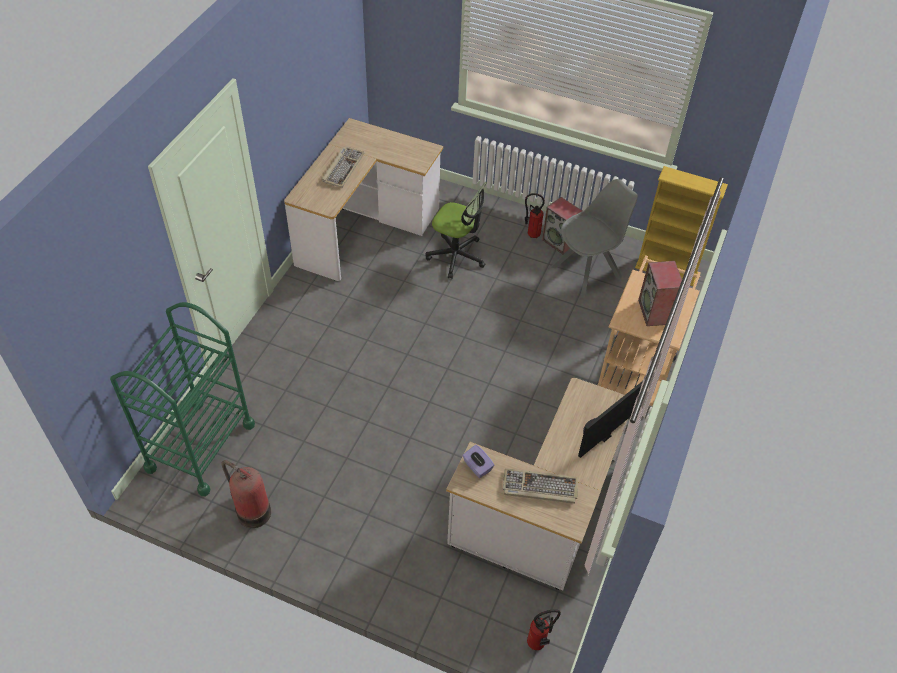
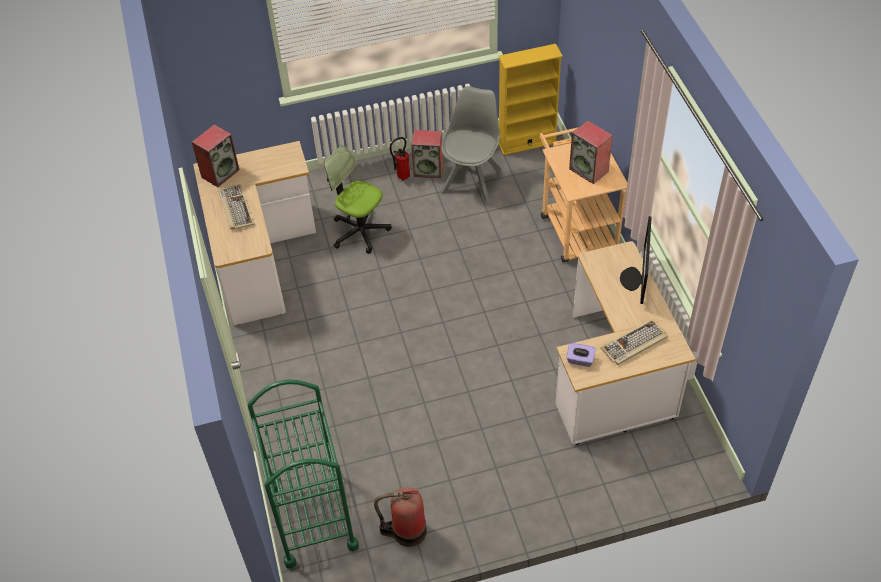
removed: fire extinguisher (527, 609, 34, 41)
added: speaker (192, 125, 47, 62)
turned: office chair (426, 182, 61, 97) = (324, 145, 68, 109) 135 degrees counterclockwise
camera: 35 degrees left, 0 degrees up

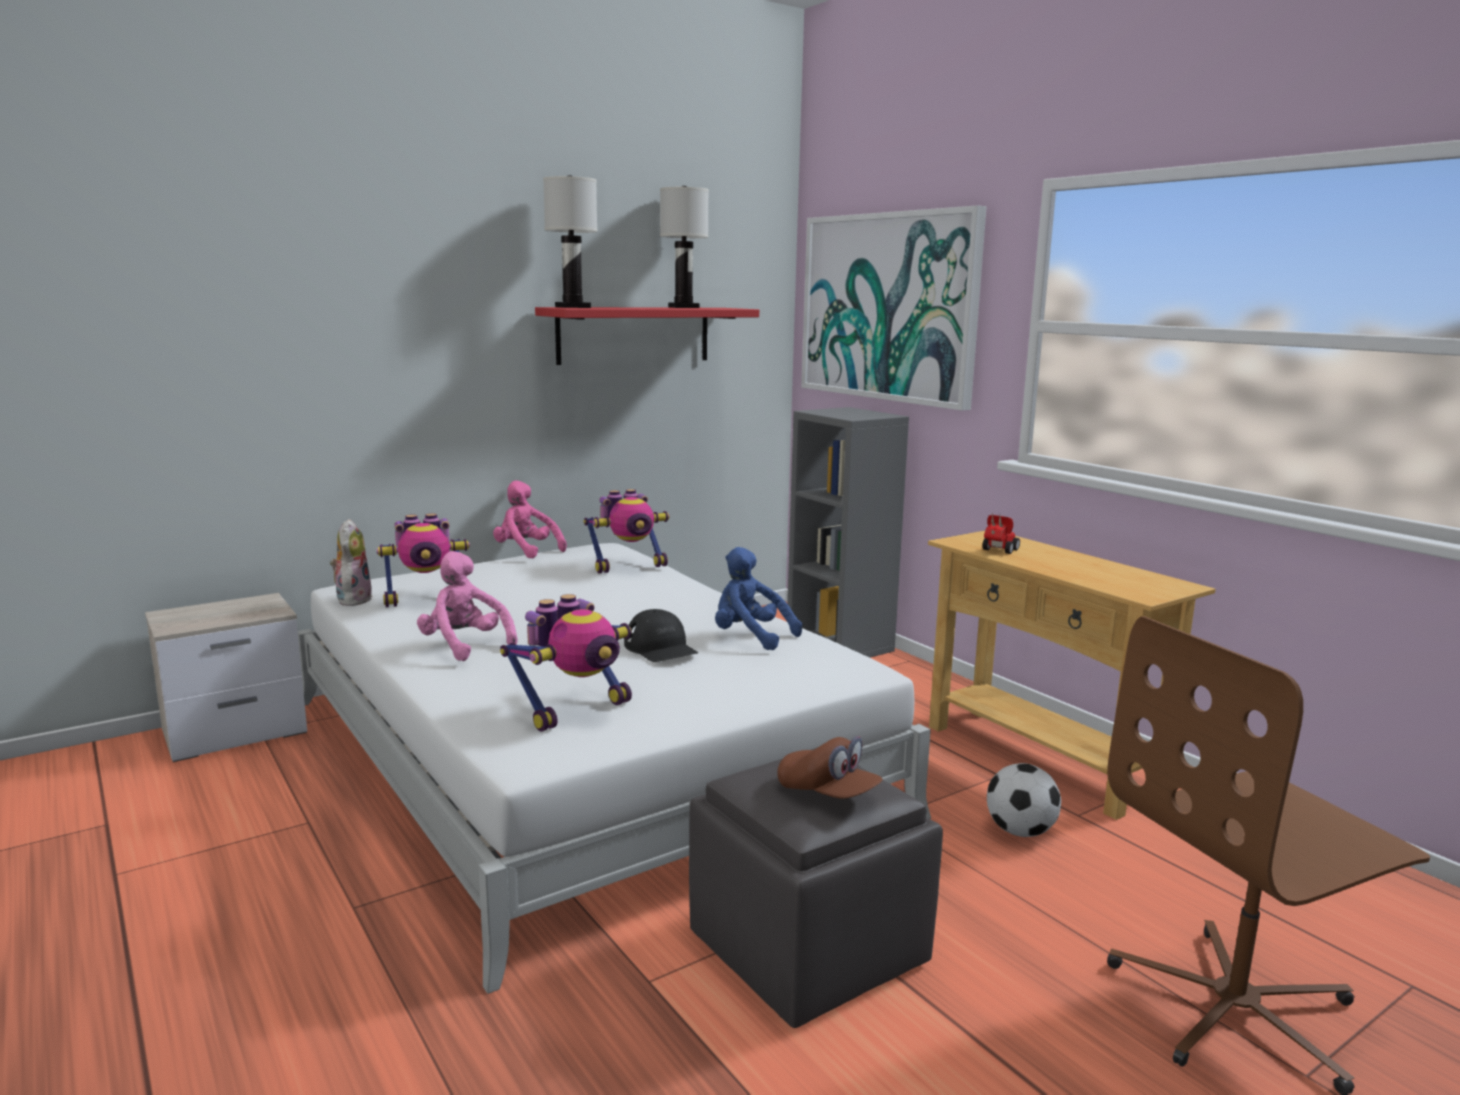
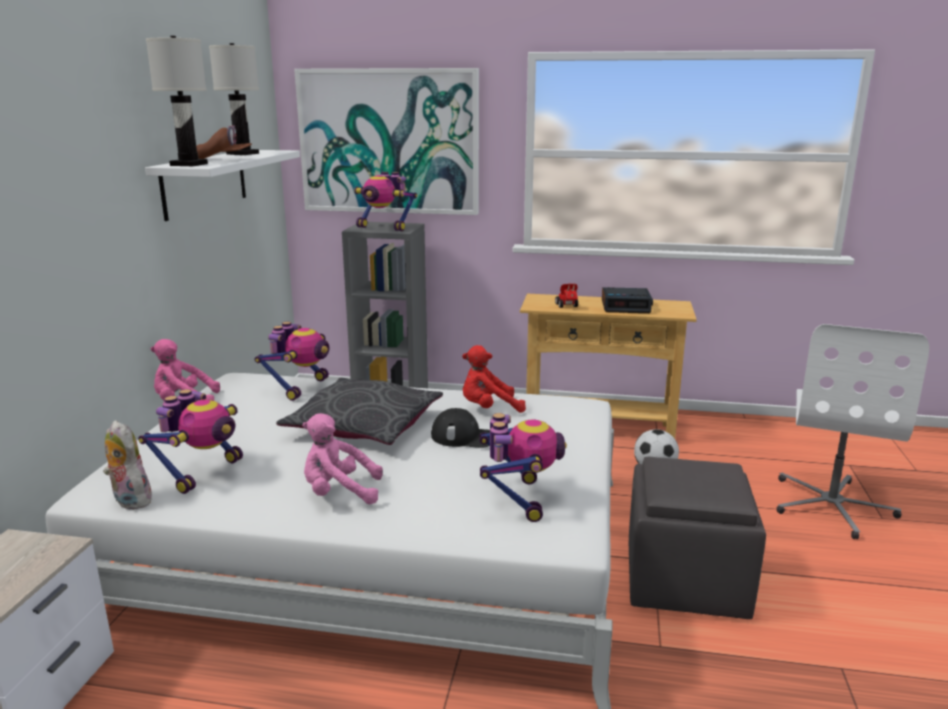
added: grey pillow (276, 378, 167, 67); toy robot (354, 172, 63, 59); alarm clock (602, 287, 51, 26)
moved: brown cap (777, 736, 106, 63) to (196, 125, 56, 34)
recoloured: red shelf (535, 307, 224, 58) to white shelf (145, 150, 155, 71); blue plush toy (715, 547, 87, 103) to red plush toy (462, 345, 64, 68); brown office chair (1107, 616, 323, 479) to white office chair (776, 324, 153, 215)
camera: 45 degrees left, 5 degrees up

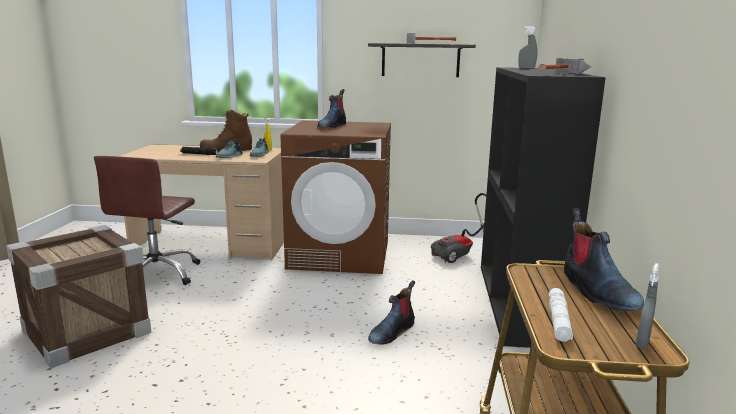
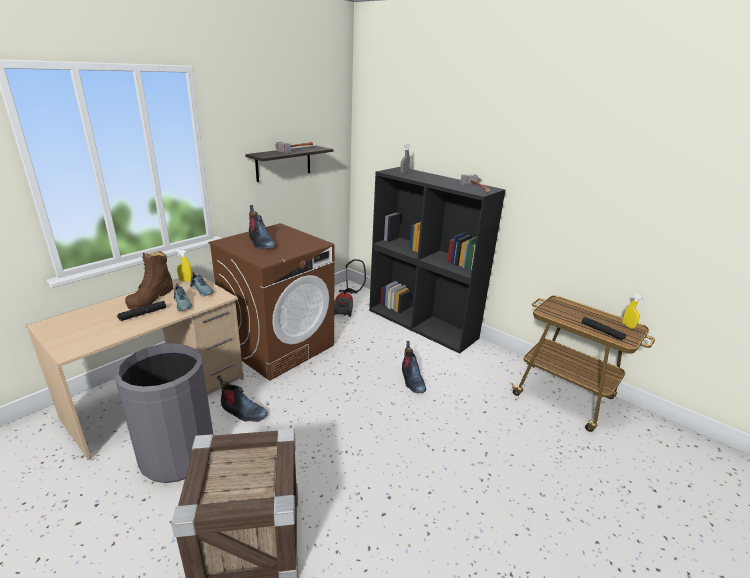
moved: boot (564, 208, 80, 104) to (217, 375, 51, 47)
replaced: brown office chair (94, 156, 106, 129) to grey trash can (115, 343, 98, 140)
recoloured: white flashlight (549, 288, 24, 54) to black flashlight (582, 317, 45, 24); grey spray bottle (636, 263, 24, 86) to yellow spray bottle (622, 294, 23, 35)
camera: 55 degrees left, 10 degrees up

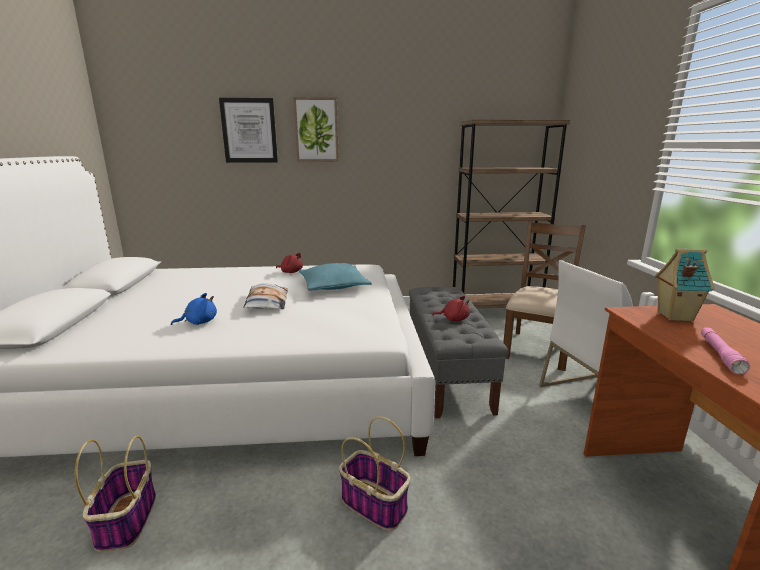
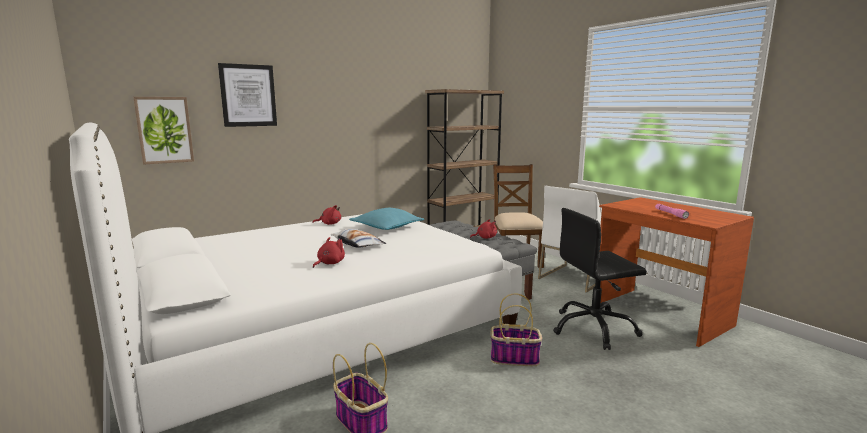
removed: toy house (655, 248, 60, 74)
added: black office chair (553, 208, 94, 142)
moved: picture (293, 97, 46, 64) to (133, 97, 61, 68)
recoloured: blue plush toy (171, 293, 46, 32) to red plush toy (313, 237, 32, 31)
camera: 30 degrees left, 5 degrees down

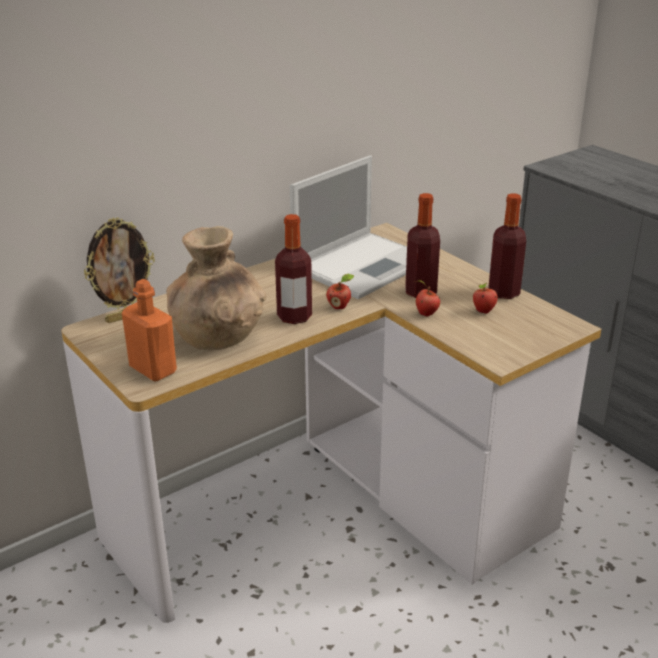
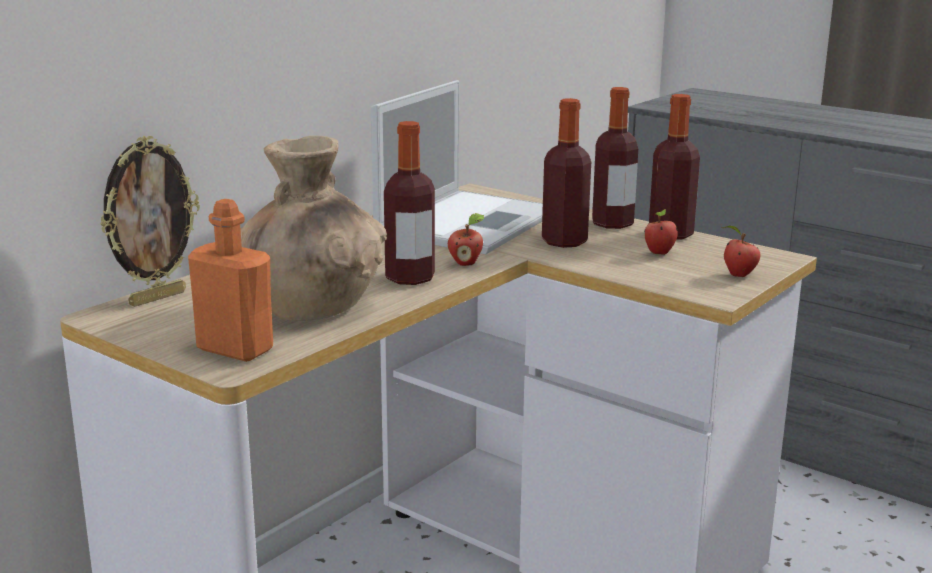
added: bottle (592, 87, 46, 142)
moved: apple (414, 281, 26, 36) to (722, 226, 39, 51)
camera: 15 degrees left, 10 degrees down

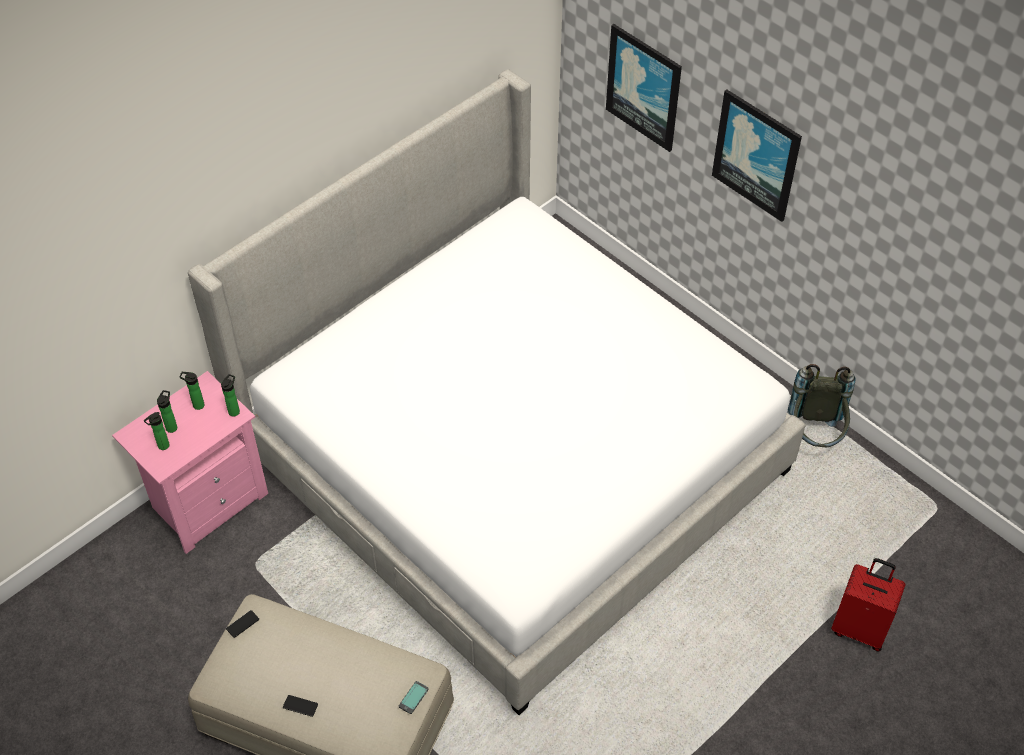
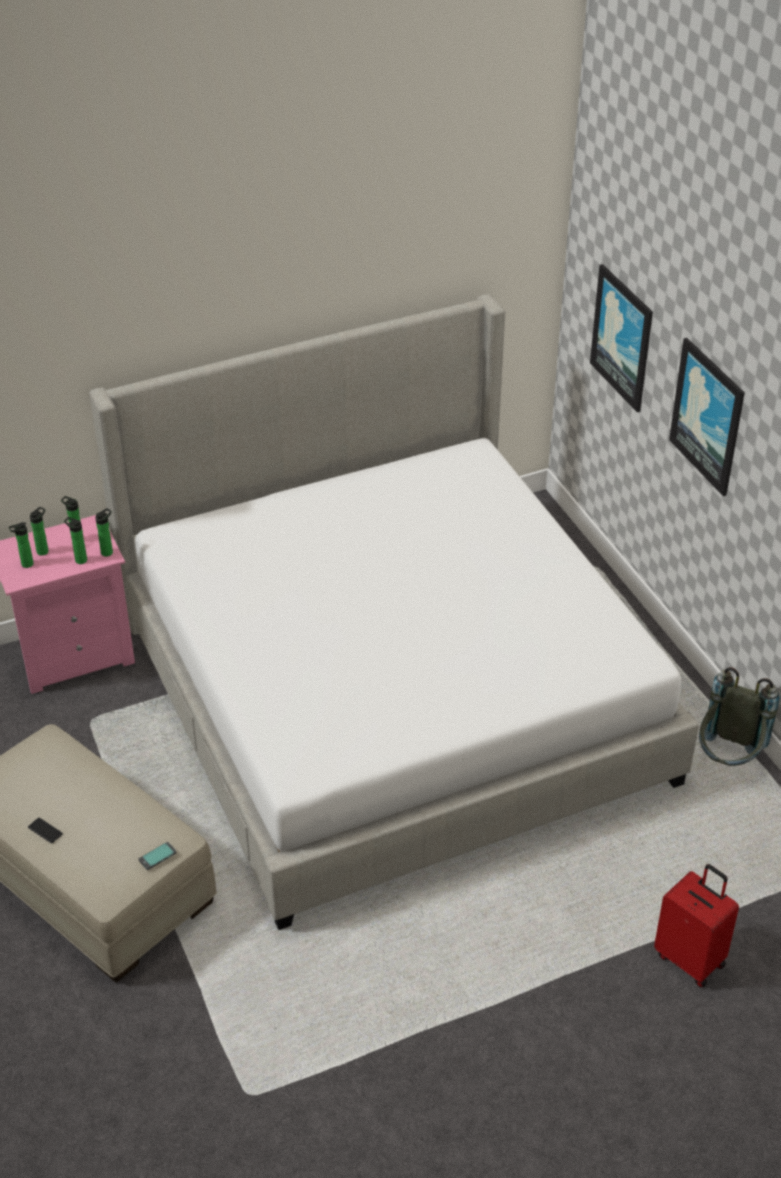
removed: phone (226, 610, 33, 28)
added: bottle (64, 517, 23, 47)
camera: 20 degrees right, 10 degrees down

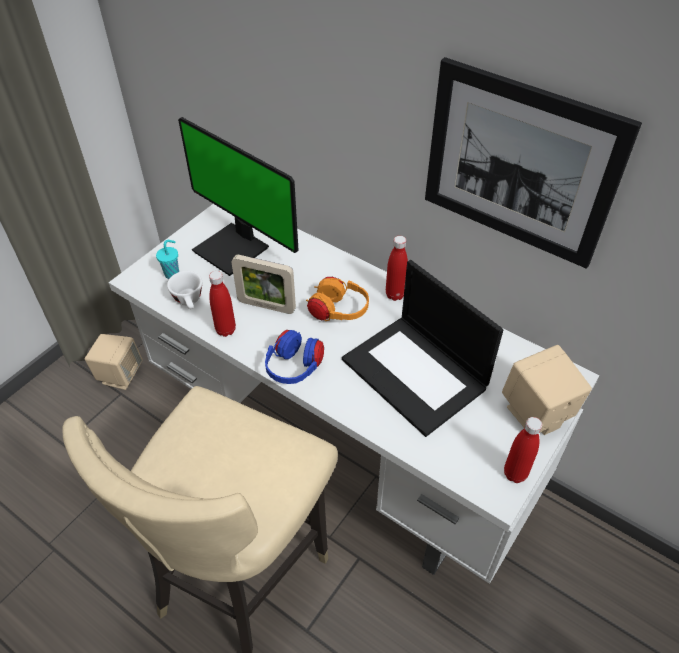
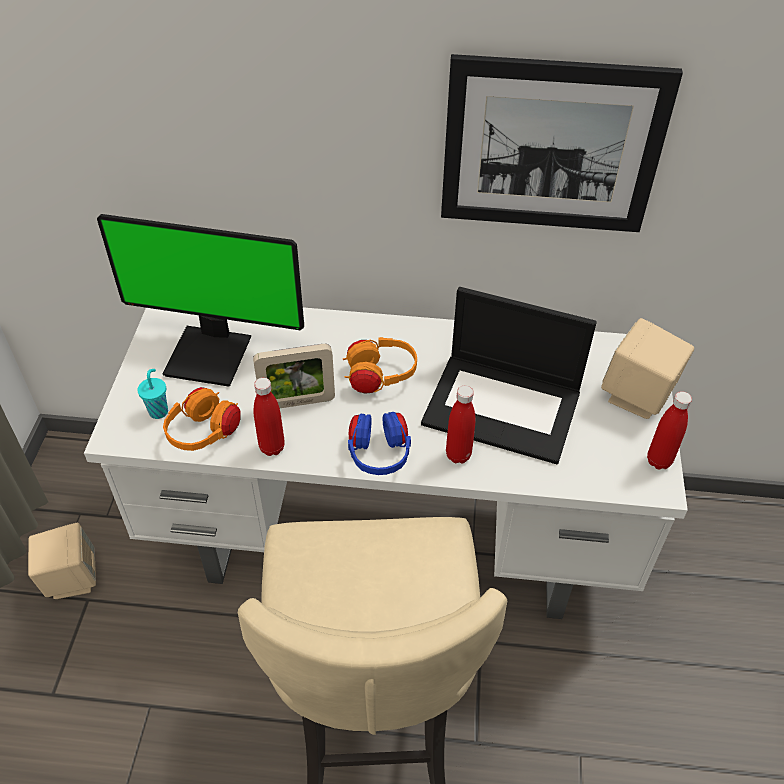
moved: red bottle (386, 236, 22, 65) to (446, 386, 30, 78)
replaced: white cup (167, 271, 35, 38) to orange headphones (163, 387, 78, 64)
camera: 30 degrees left, 0 degrees up

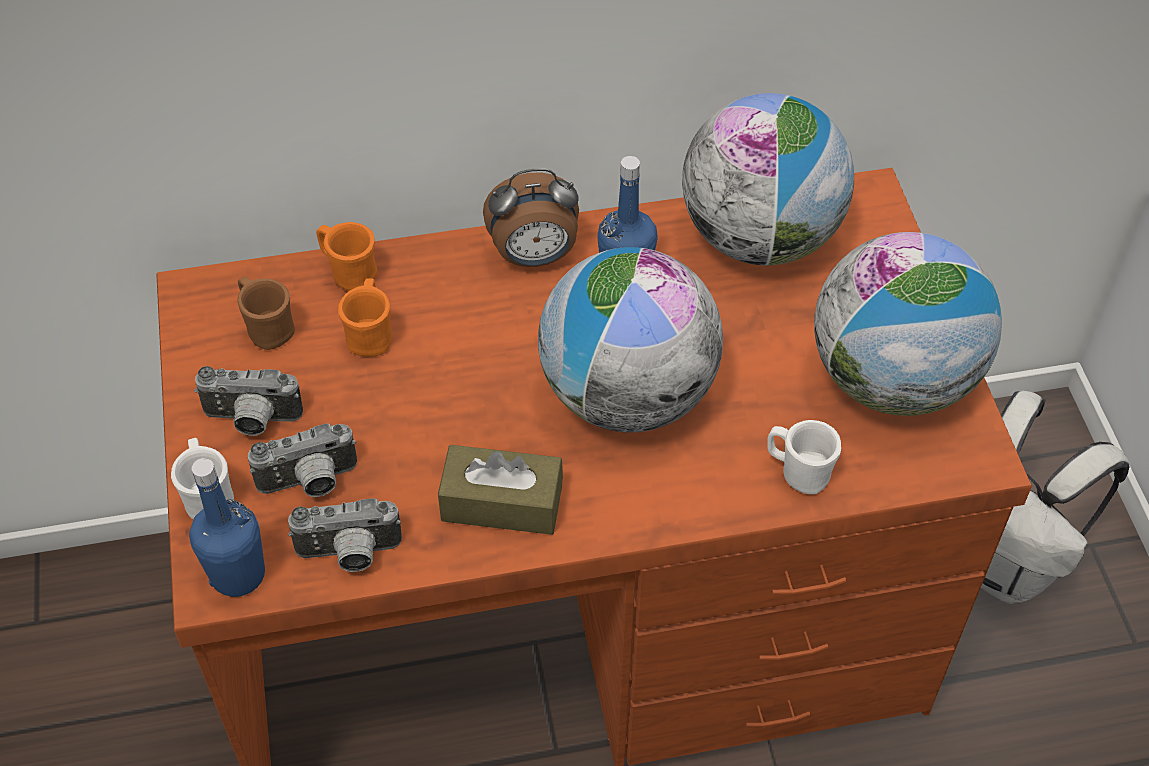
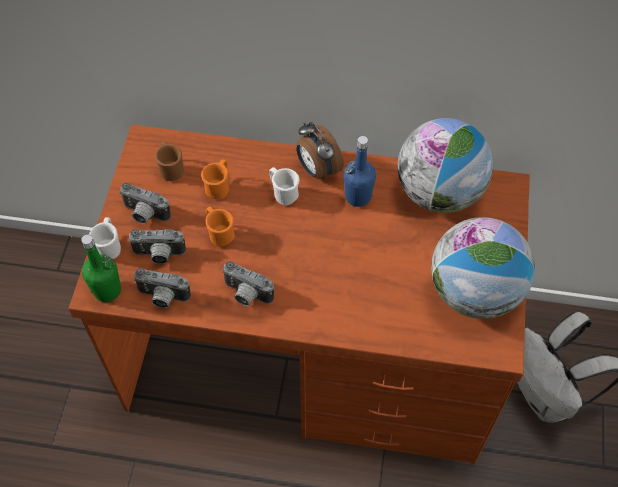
removed: globe (538, 247, 185, 185)
moved: orange mug (316, 222, 61, 69) to (205, 206, 30, 41); white mug (767, 420, 74, 74) to (269, 167, 30, 39)
replaced: brown tissue box (438, 445, 125, 90) to photo camera (222, 261, 52, 45)
recoloured: blue bottle (189, 458, 76, 139) to green bottle (81, 235, 40, 67)
turned: alarm clock (483, 168, 96, 99) = (296, 122, 48, 58) 45 degrees clockwise
camera: 20 degrees right, 5 degrees up

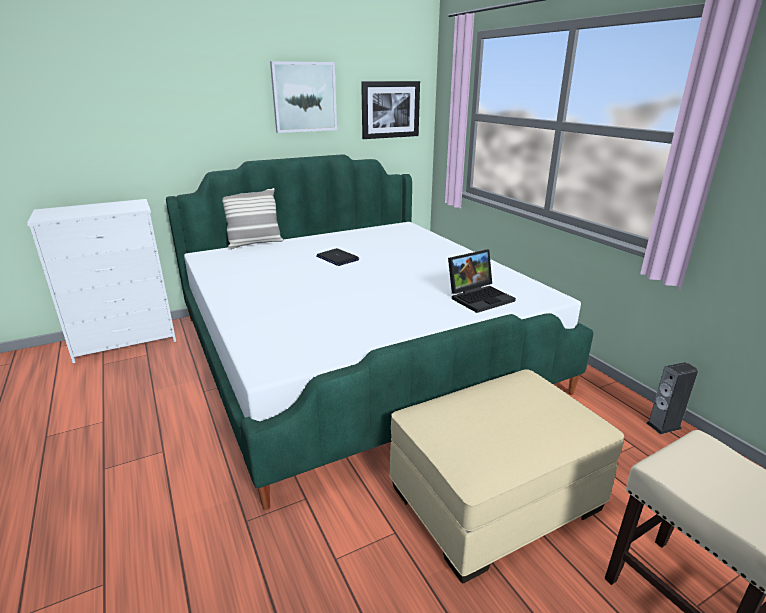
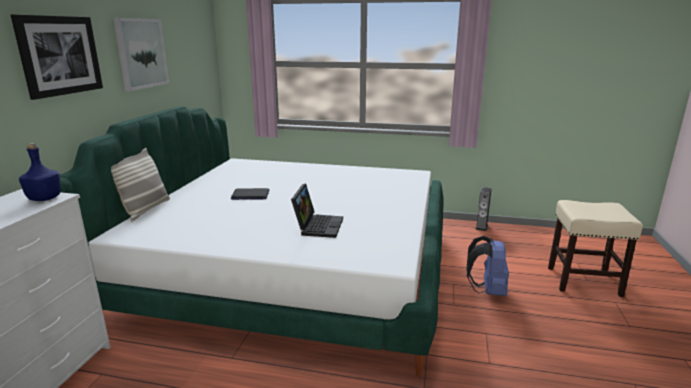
added: blue bottle (19, 143, 42, 58)
moved: picture (361, 81, 59, 58) to (11, 14, 92, 86); laptop (448, 249, 68, 64) to (291, 183, 52, 55)
replaced: beige ottoman (389, 369, 235, 214) to blue backpack (466, 236, 43, 60)
camera: 50 degrees left, 5 degrees down

